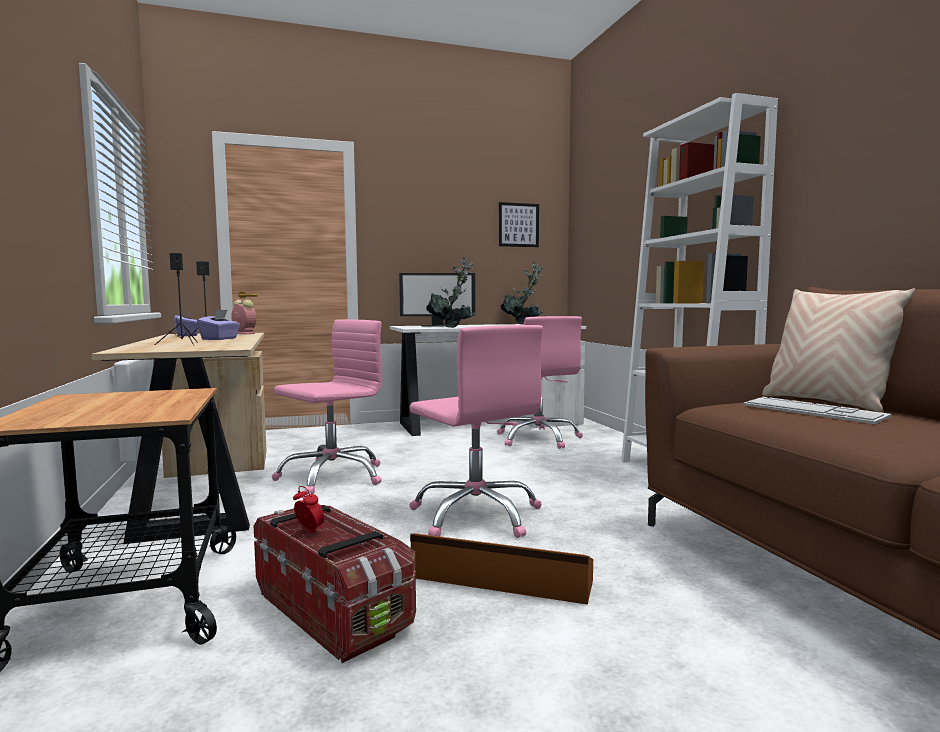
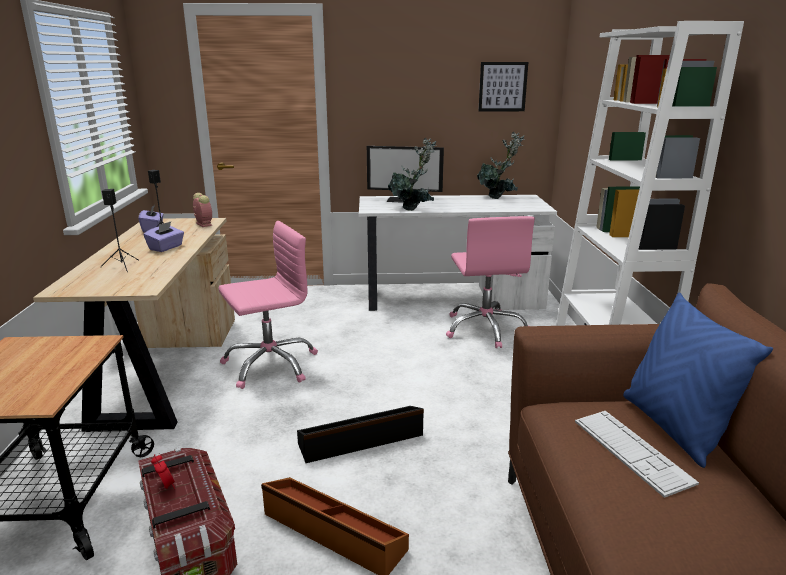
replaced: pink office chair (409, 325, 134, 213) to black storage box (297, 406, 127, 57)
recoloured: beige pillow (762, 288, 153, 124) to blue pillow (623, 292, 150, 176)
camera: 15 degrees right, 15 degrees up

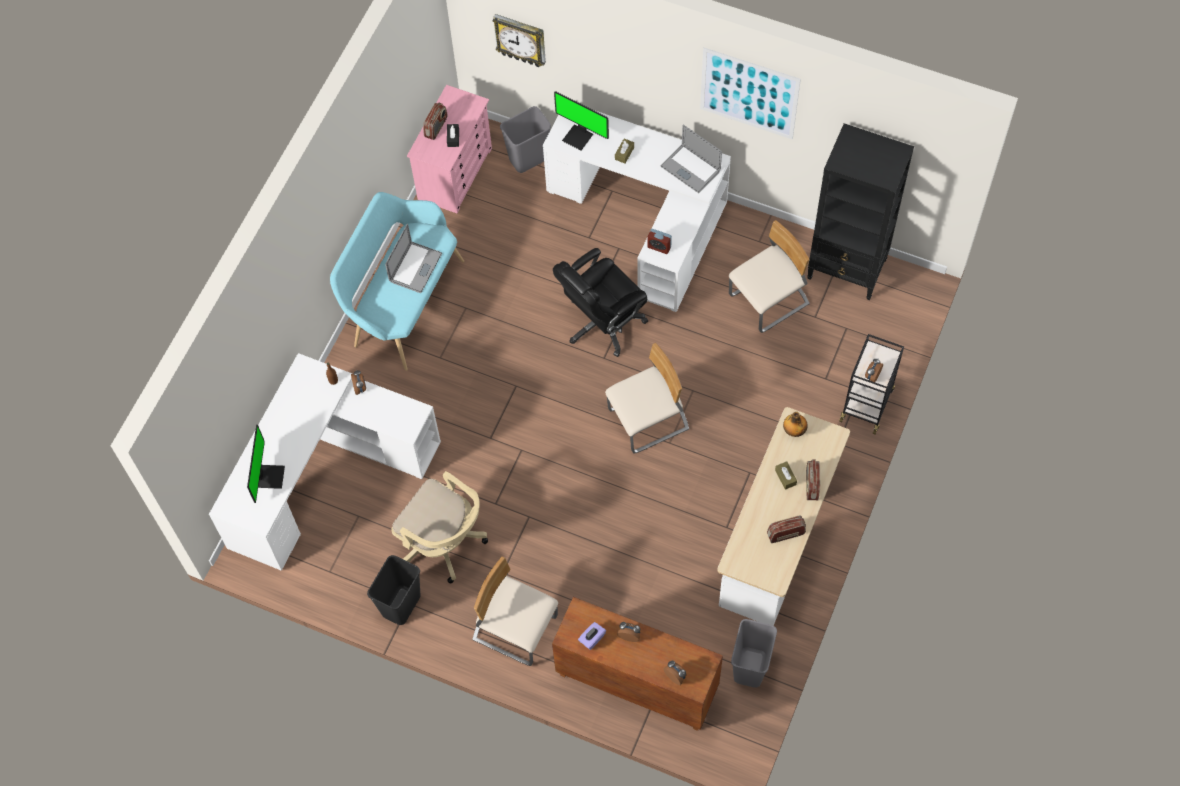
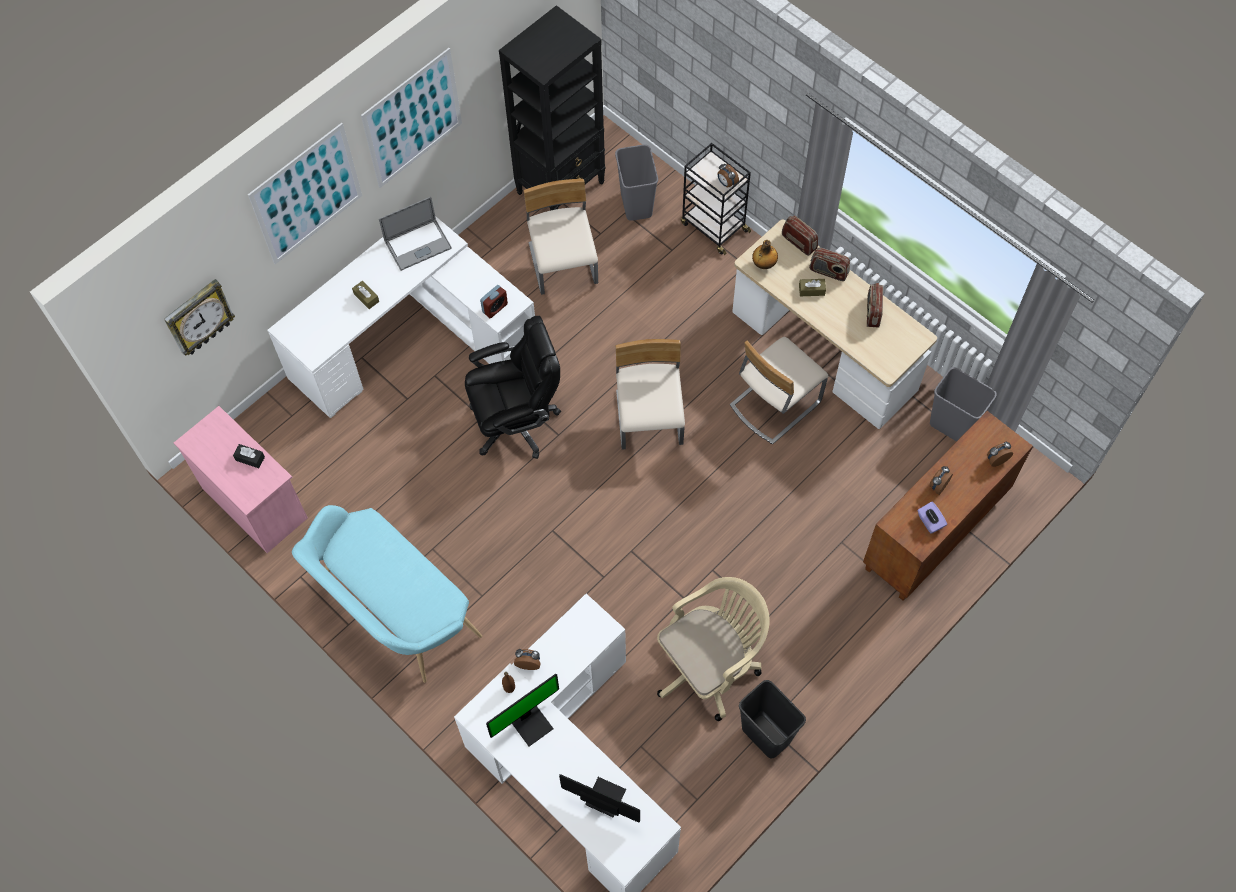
removed: laptop (385, 224, 57, 69)
added: picture (248, 123, 114, 141)
moved: monitor (554, 91, 55, 59) to (486, 674, 73, 72); grey trash can (500, 106, 51, 67) to (615, 144, 43, 77); beige chair (472, 557, 86, 109) to (730, 337, 98, 107); radio (423, 102, 24, 38) to (782, 215, 36, 41)
turned: black office chair (553, 248, 95, 109) = (465, 316, 96, 143) 90 degrees counterclockwise
camera: 70 degrees left, 0 degrees up

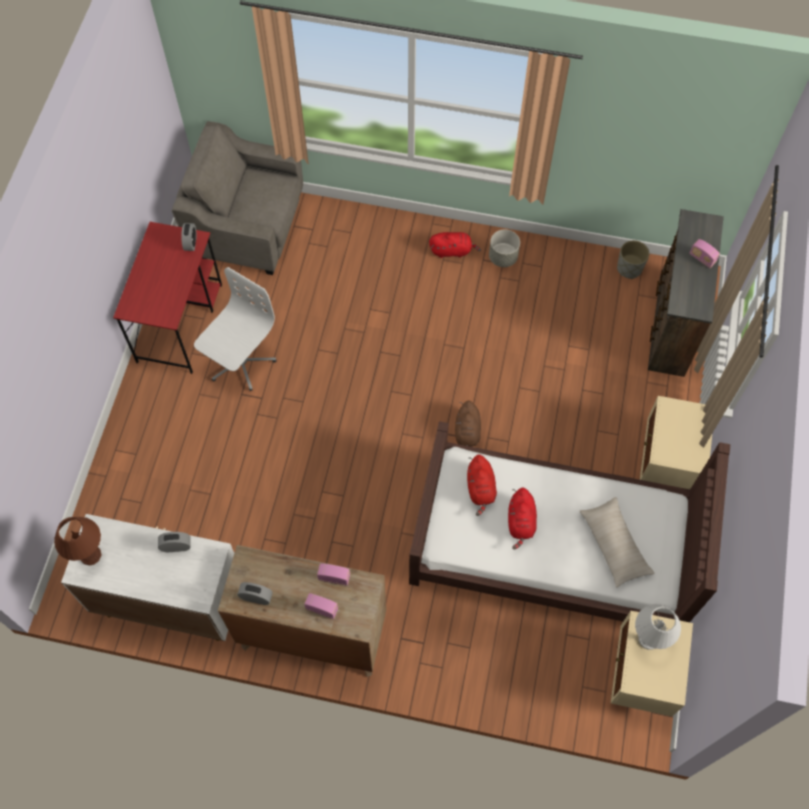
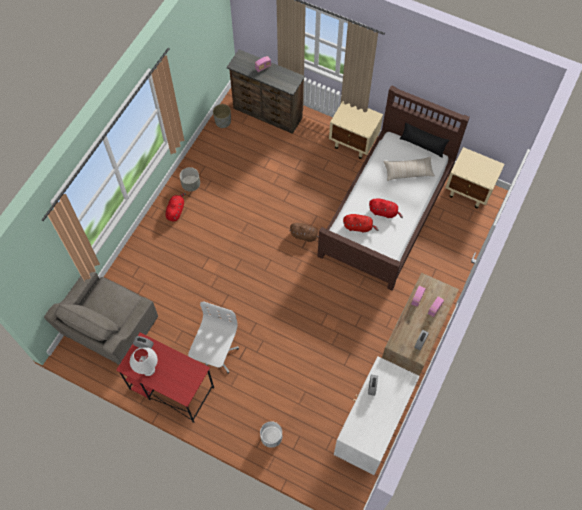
removed: brown table lamp (54, 517, 48, 48)
added: white planter (260, 421, 22, 27); black pillow (400, 123, 50, 35)
moved: white table lamp (635, 604, 46, 46) to (130, 347, 28, 29)
turned: white office chair (194, 267, 82, 124) = (188, 301, 51, 73) 60 degrees clockwise
camera: 75 degrees left, 0 degrees up

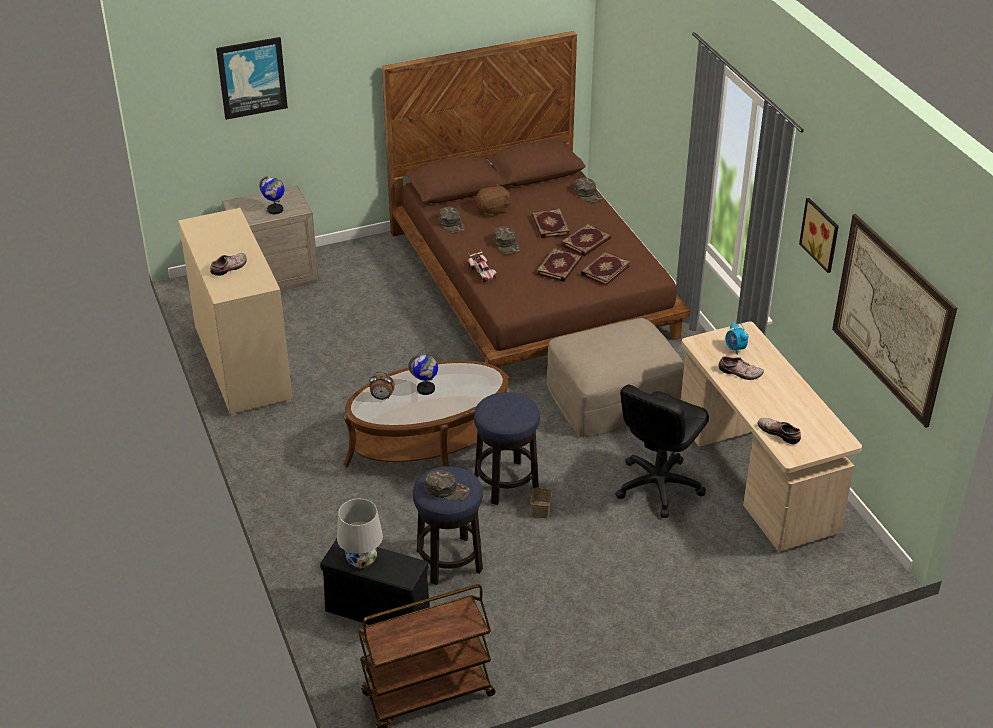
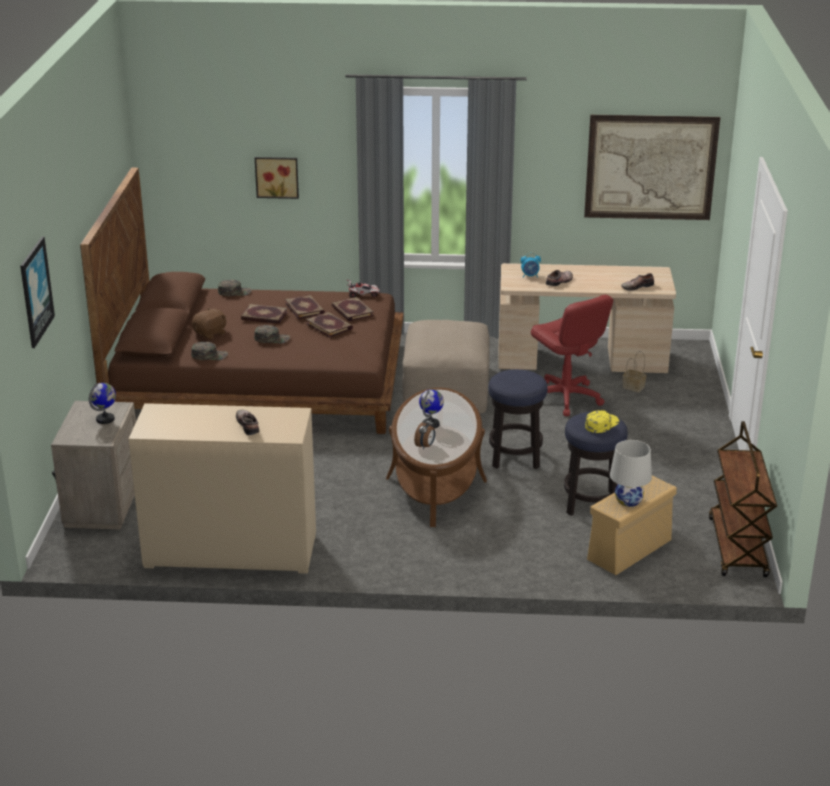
moved: picture (799, 198, 40, 75) to (255, 157, 44, 42); toy car (468, 249, 29, 33) to (346, 279, 34, 19); basket (530, 474, 25, 44) to (623, 351, 24, 42)
recoloured: black office chair (615, 385, 94, 133) to red office chair (531, 295, 82, 121); green cap (425, 470, 45, 31) to yellow cap (585, 410, 34, 23); black storage box (320, 539, 110, 86) to beige storage box (587, 476, 90, 99)
turned: brown plush toy (476, 184, 36, 33) = (192, 308, 35, 32) 45 degrees clockwise
camera: 65 degrees left, 10 degrees down

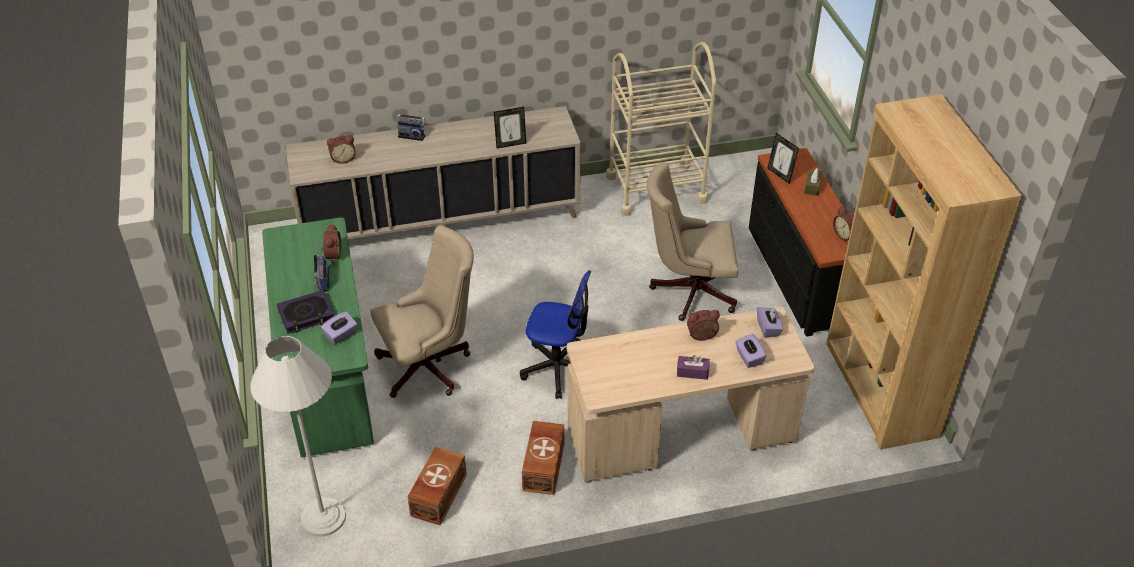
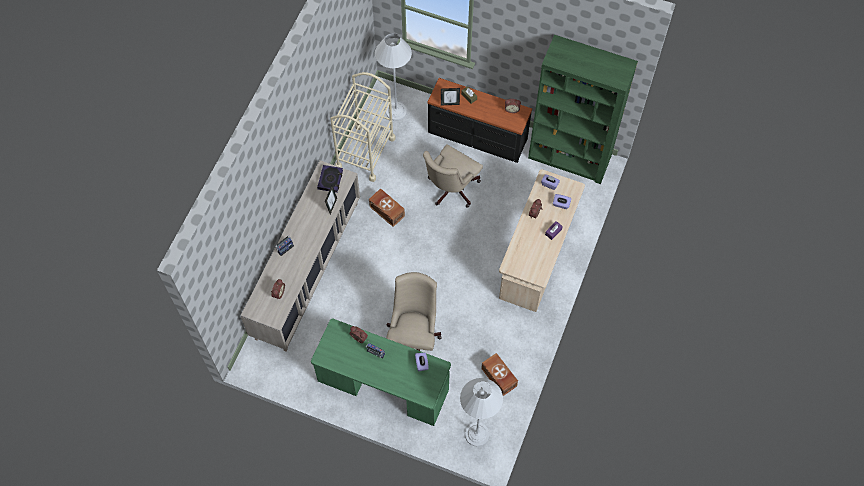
removed: office chair (520, 270, 71, 129)
added: white floor lamp (375, 33, 37, 88)
moved: book (277, 290, 57, 44) to (317, 165, 26, 28); brown storage box (522, 421, 42, 74) to (369, 188, 36, 39)
recoloured: brown bookcase (826, 94, 196, 356) to green bookcase (528, 35, 110, 149)
camera: 55 degrees left, 20 degrees up

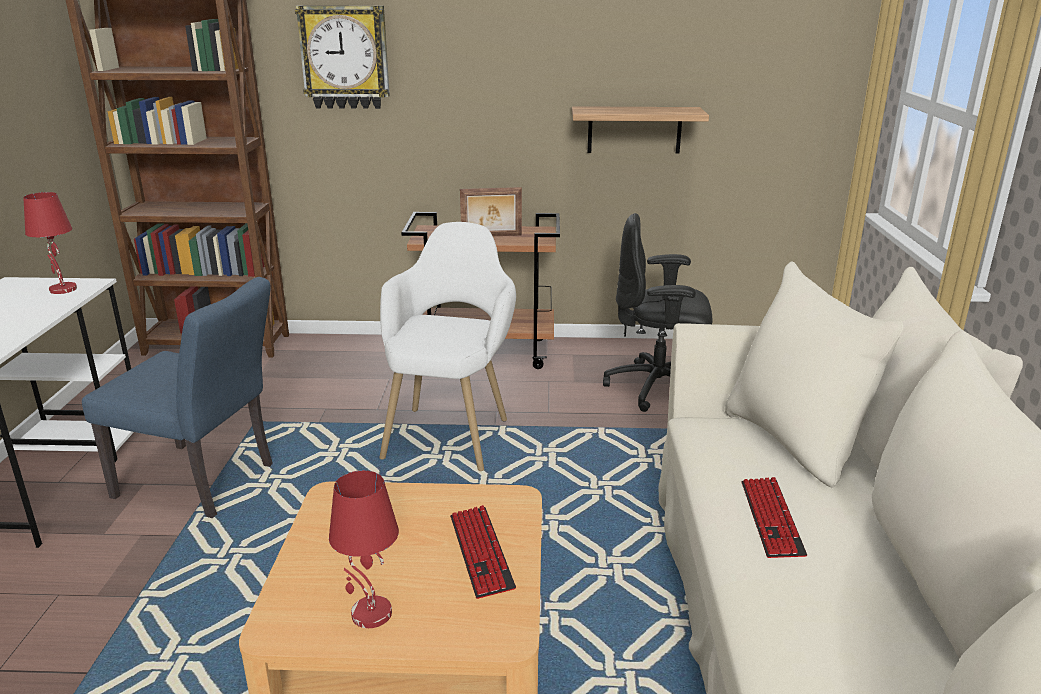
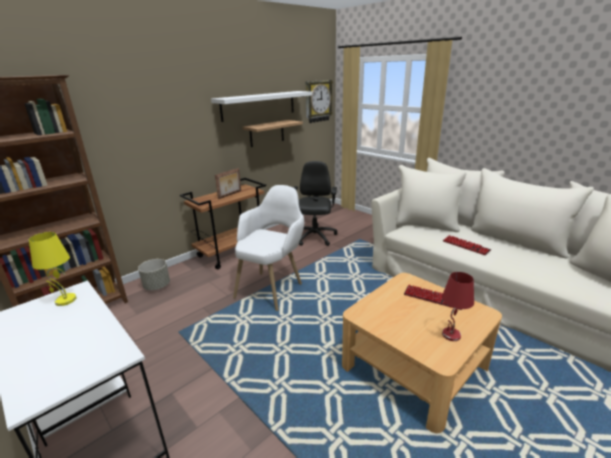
removed: blue chair (82, 277, 191, 241)
added: grey planter (138, 259, 32, 31); white shelf (211, 91, 101, 31)
moved: wall clock (295, 6, 95, 103) to (306, 80, 27, 43)
recoloured: red table lamp (23, 192, 54, 102) to yellow table lamp (29, 232, 48, 74)
turned: white armchair (379, 222, 137, 249) = (233, 185, 71, 126) 60 degrees clockwise; black office chair (603, 213, 110, 199) = (293, 161, 44, 85) 135 degrees clockwise
camera: 45 degrees left, 0 degrees up

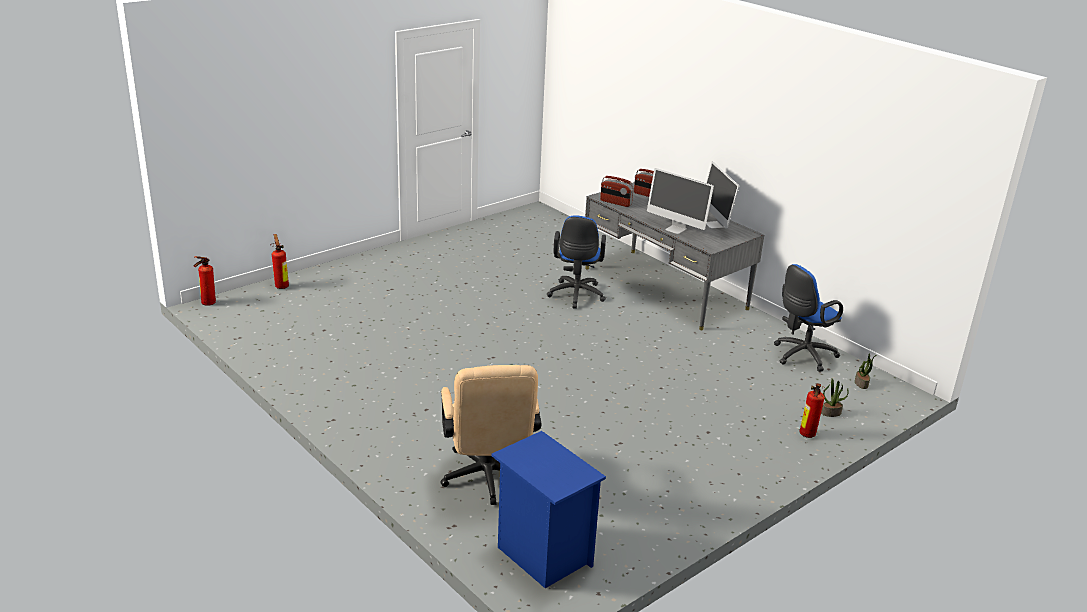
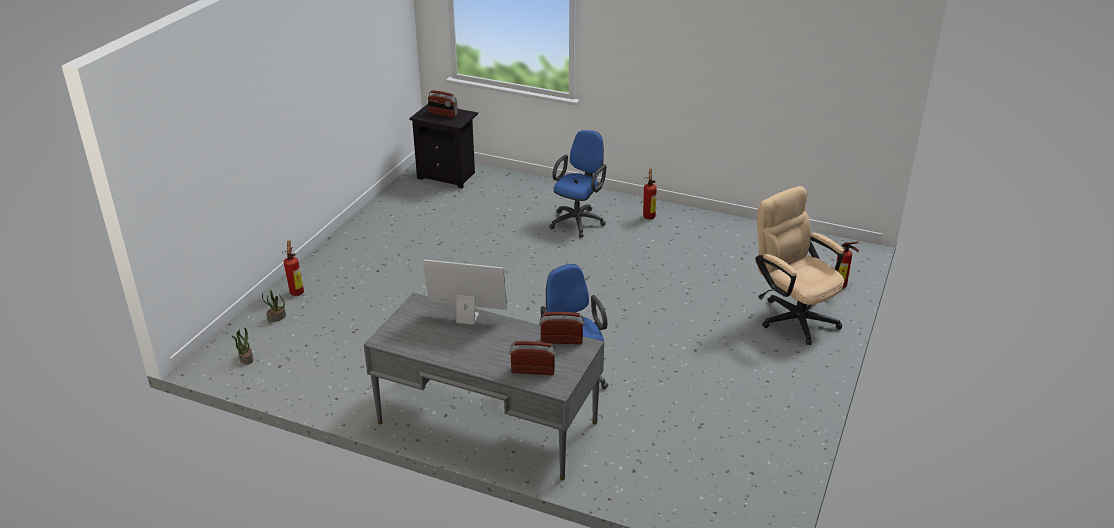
removed: monitor (706, 162, 34, 67)
added: radio (428, 90, 30, 28)
moved: blue office chair (774, 264, 69, 108) to (549, 130, 58, 108); fire extinguisher (194, 256, 22, 50) to (643, 169, 14, 50); beige office chair (441, 365, 100, 140) to (755, 186, 89, 159)
recoloured: blue nightstand (492, 431, 114, 157) to black nightstand (409, 104, 69, 84)
camera: 155 degrees right, 5 degrees up

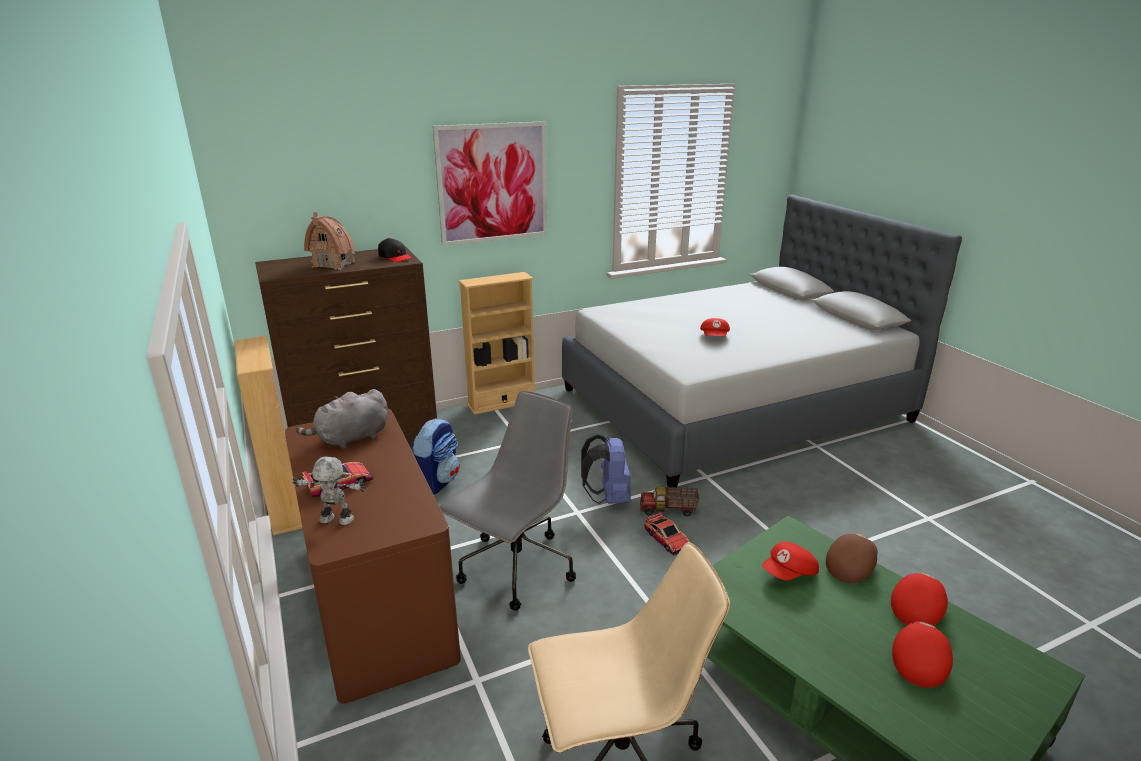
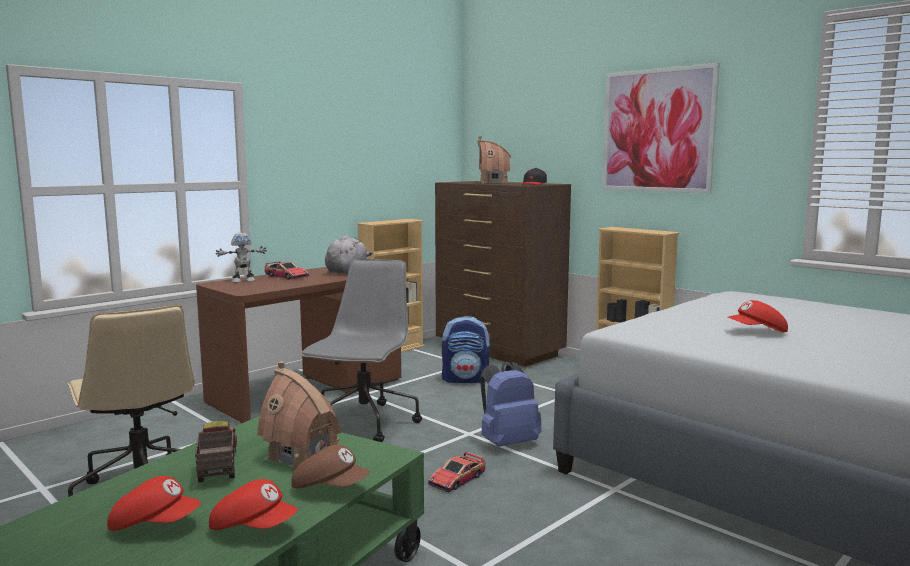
moved: toy truck (640, 486, 59, 30) to (195, 421, 42, 61)
replaced: red cap (762, 542, 57, 39) to toy house (257, 361, 84, 109)
turned: toy robot (293, 456, 73, 69) = (215, 233, 52, 50) 75 degrees clockwise; grey office chair (440, 391, 136, 220) = (300, 259, 122, 183) 90 degrees counterclockwise; grey plush toy (296, 389, 92, 60) = (325, 235, 47, 40) 75 degrees clockwise
camera: 70 degrees right, 15 degrees down

